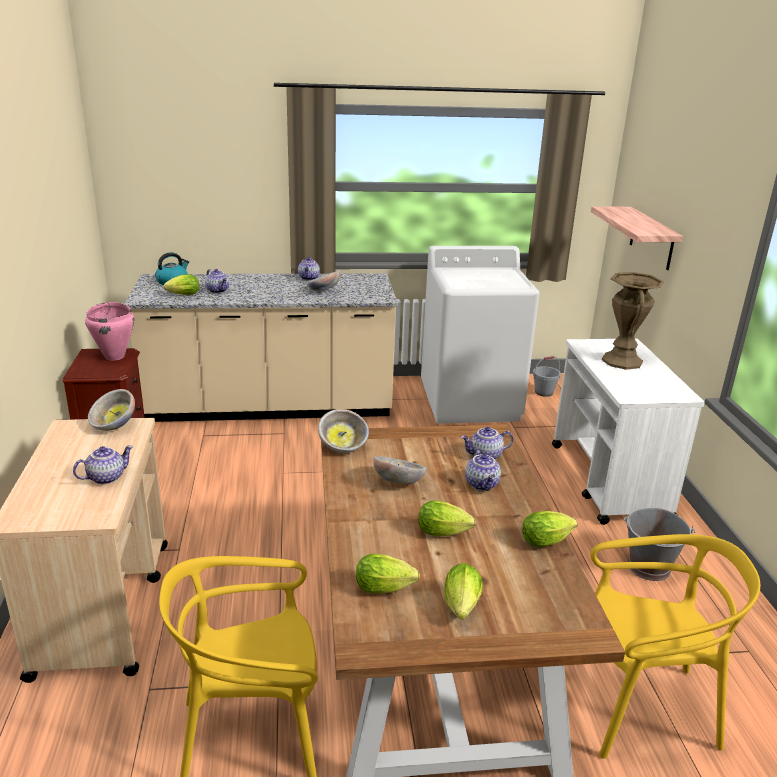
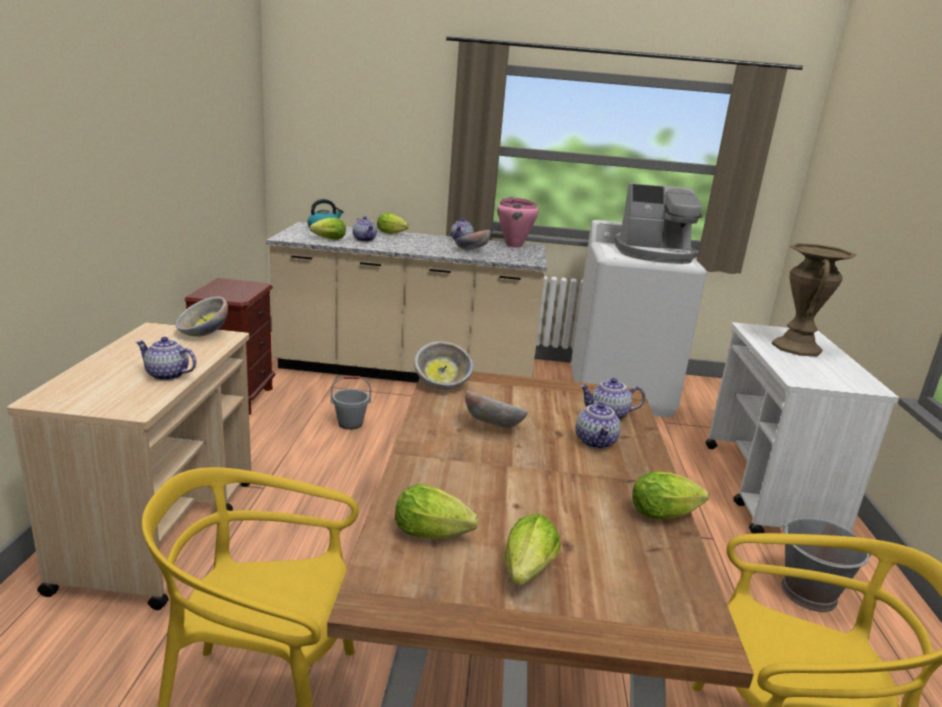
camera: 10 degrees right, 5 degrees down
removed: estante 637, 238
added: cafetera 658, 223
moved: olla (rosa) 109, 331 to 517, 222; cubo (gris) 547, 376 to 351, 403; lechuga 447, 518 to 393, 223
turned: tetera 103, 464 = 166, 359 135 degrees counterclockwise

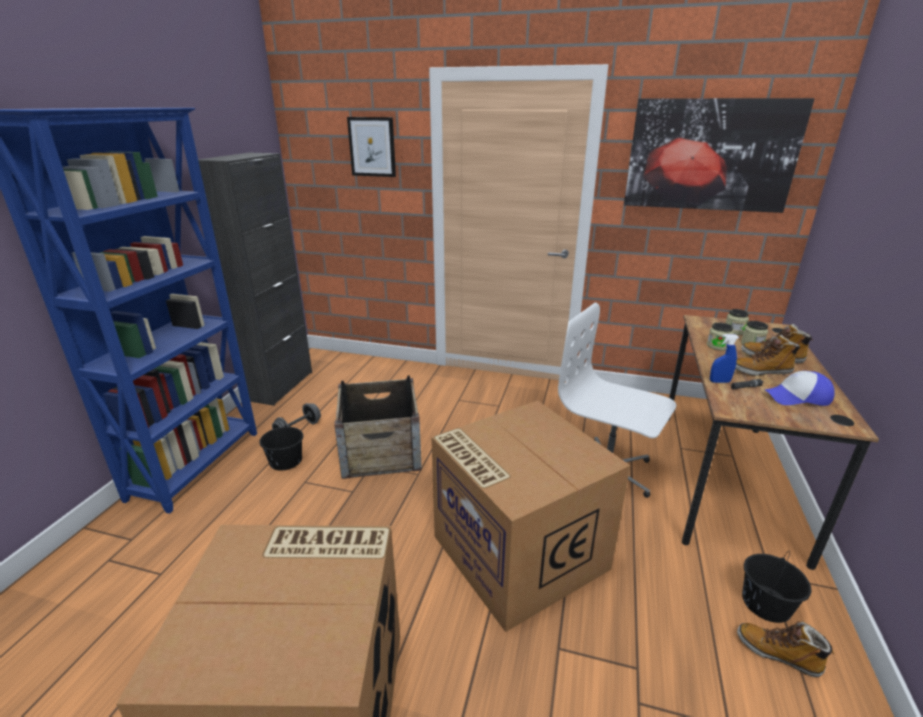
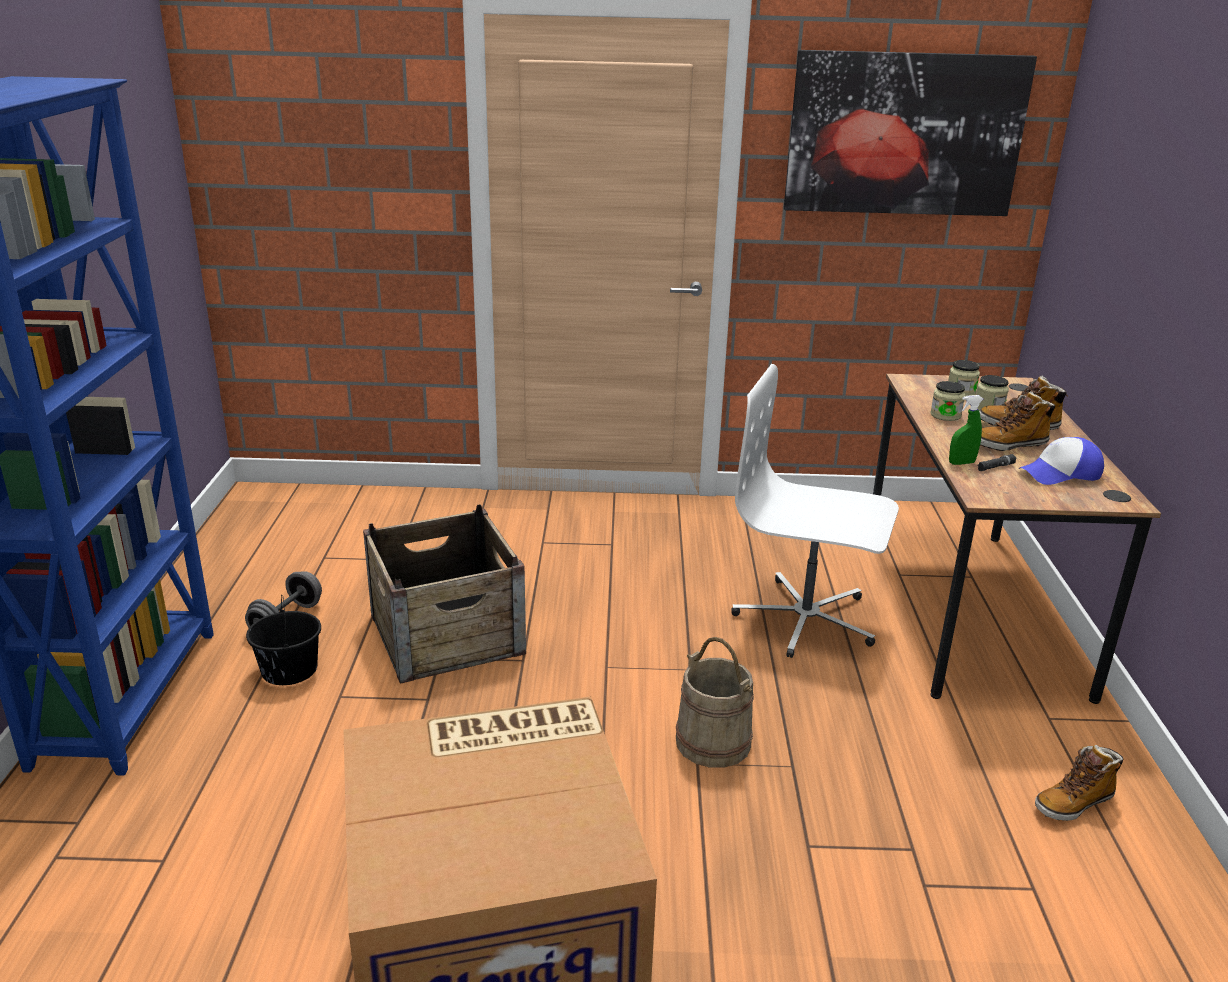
camera: 15 degrees left, 0 degrees up
removed: cuadro 371, 147; armario (negro) 255, 279; cubo (negro) 776, 587
replaced: caja de cartón 530, 516 to cubo (beis) 715, 702
recoloured: pulverizador (azul) 724, 358 to pulverizador (verde) 966, 430
turned: bota 786, 649 = 1079, 783 45 degrees counterclockwise

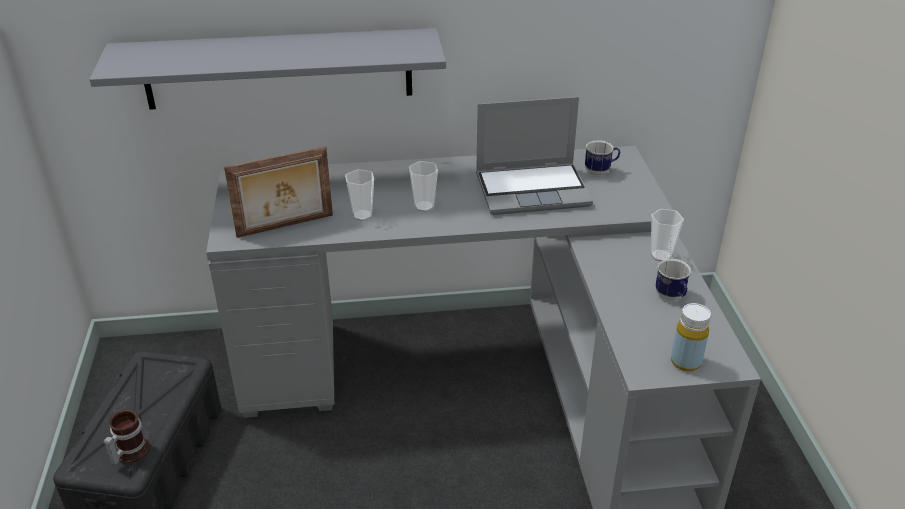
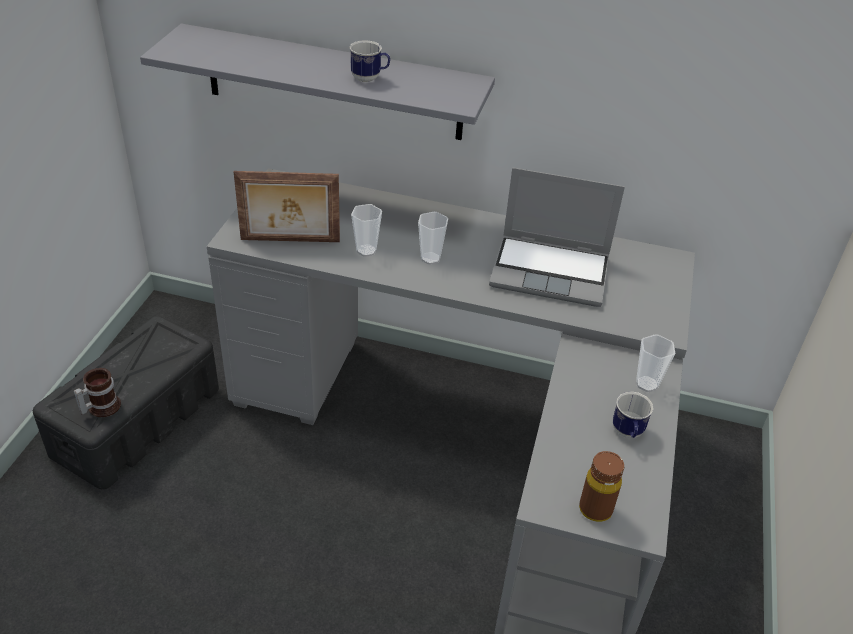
camera: 20 degrees right, 5 degrees up
moved: taza grande 602, 158 to 370, 61
recoloured: botella (amarillo) 691, 337 to botella (marrón) 601, 486

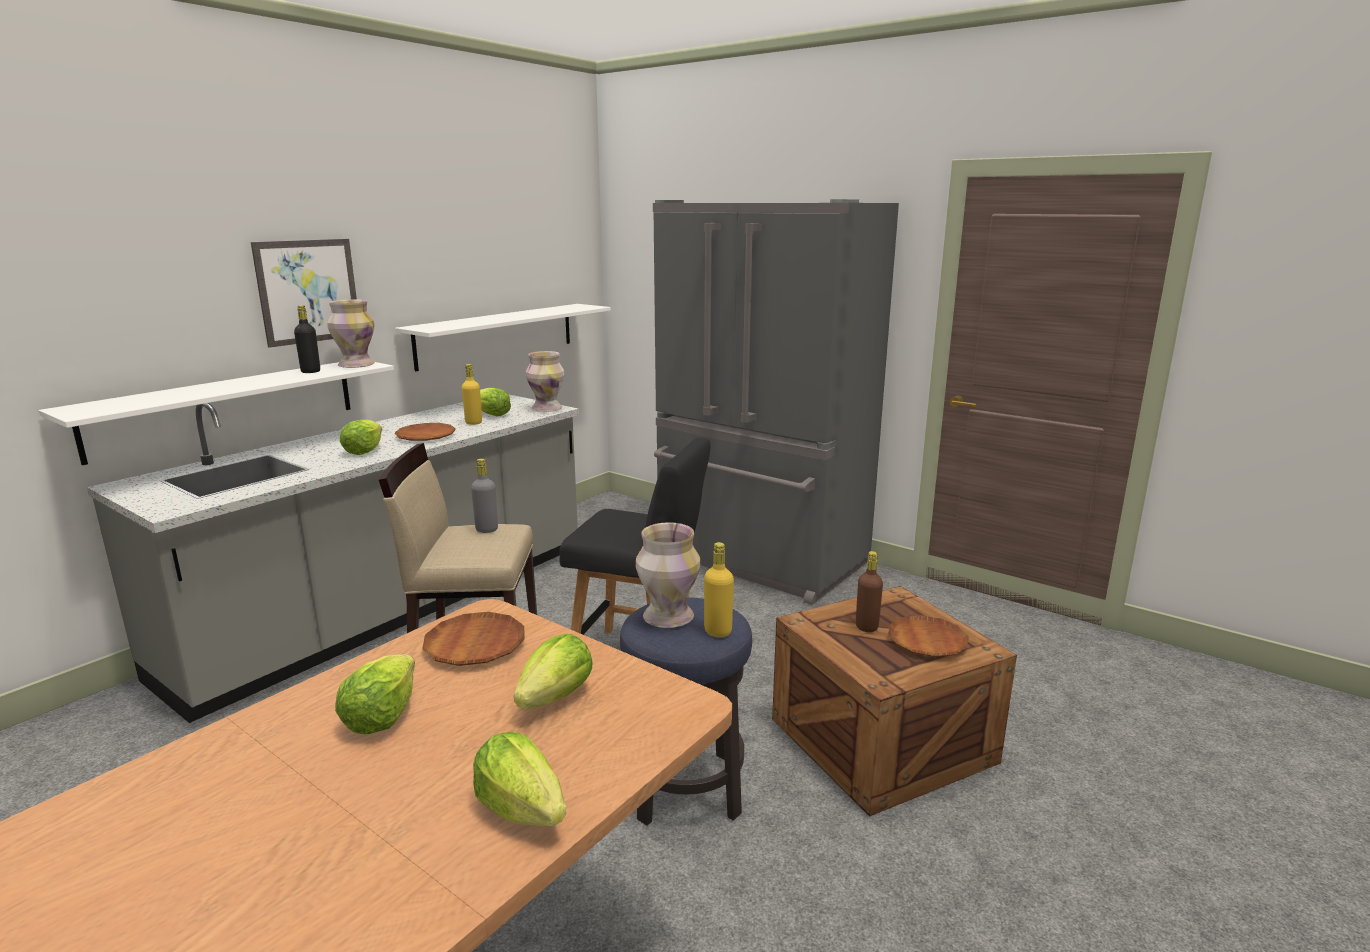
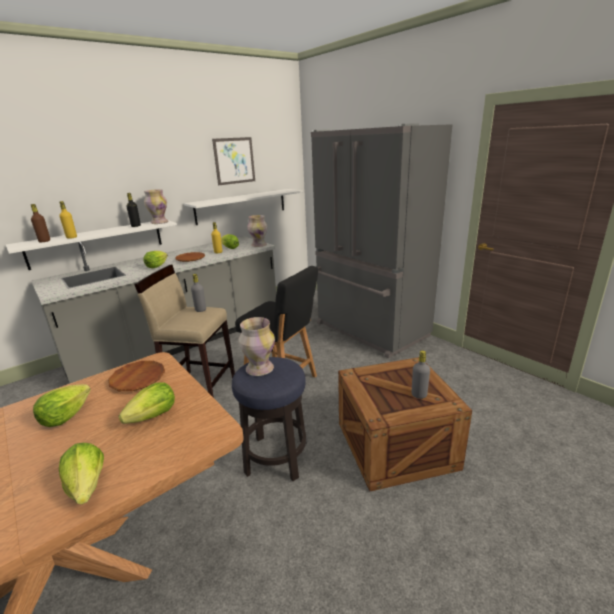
camera: 15 degrees right, 5 degrees up
moved: cuadro 304, 293 to 233, 161; botella (amarillo) 719, 589 to 68, 220; botella (marrón) 869, 591 to 40, 223
replaced: plato (marrón) 928, 636 to botella (gris) 421, 374

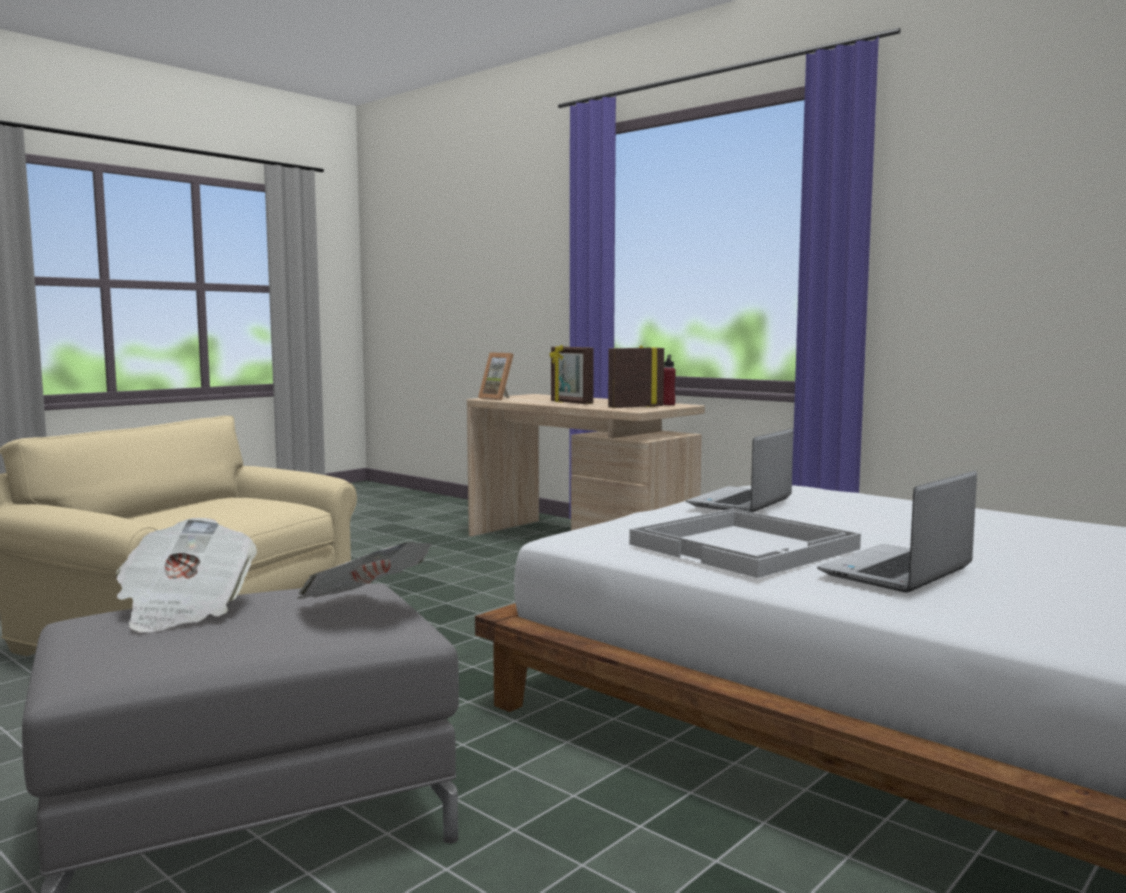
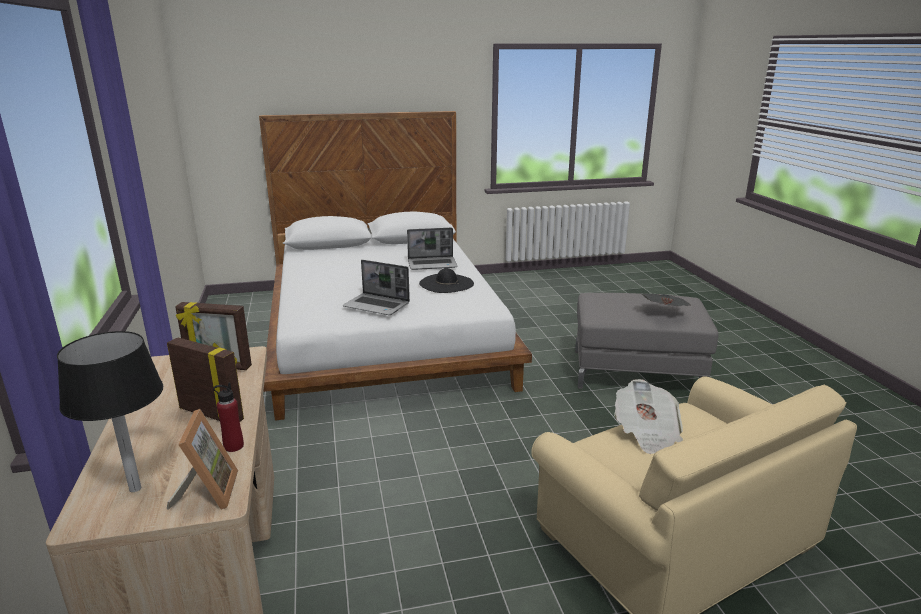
camera: 145 degrees left, 15 degrees up
added: lámpara de mesa (negro) 110, 411
moved: botella (rojo) 669, 380 to 228, 417; periódico 364, 570 to 648, 416
replaced: bandeja (blanco) 745, 543 to sombrero (negro) 446, 280
turned: portarretratos 572, 374 = 205, 379 60 degrees counterclockwise; portátil 739, 470 = 376, 287 45 degrees clockwise

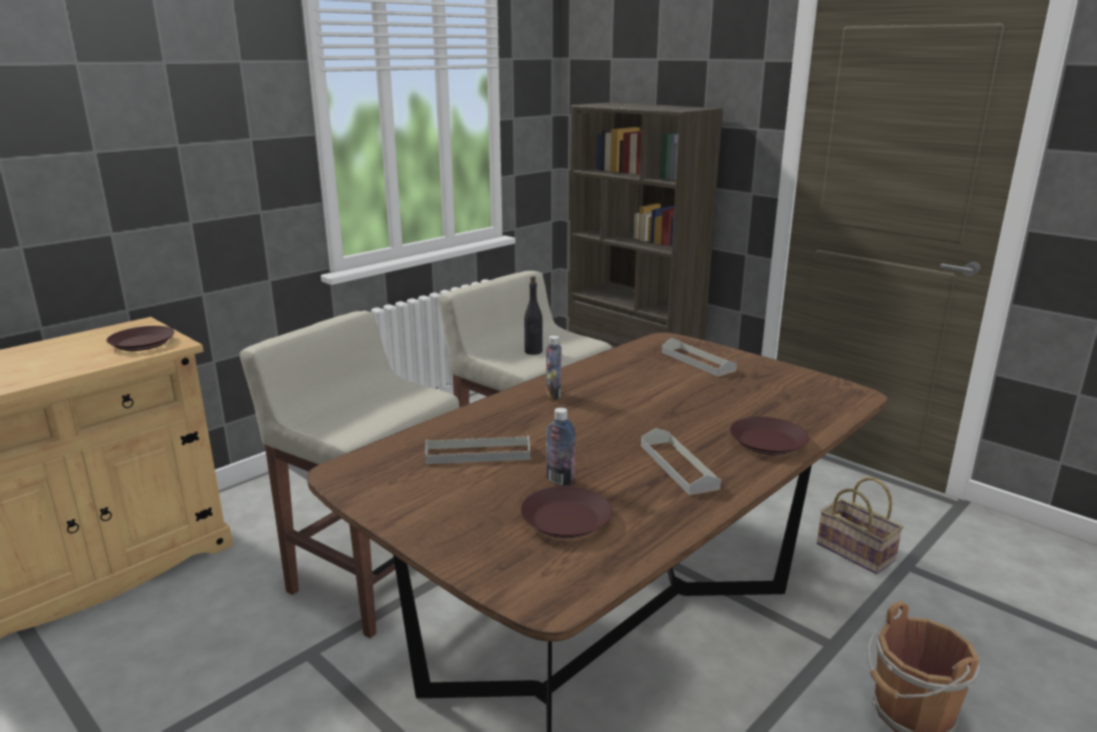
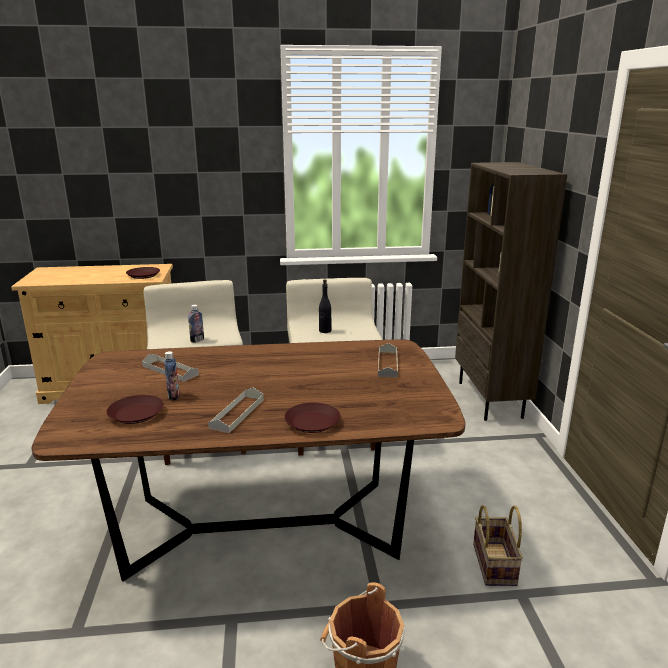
camera: 40 degrees right, 0 degrees up
moved: botella 553, 367 to 196, 324

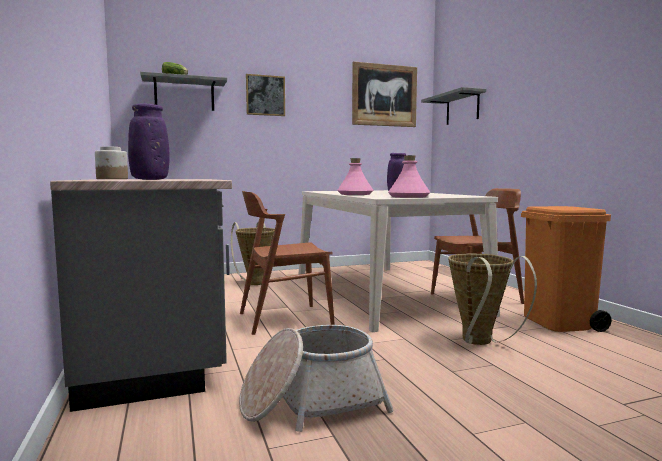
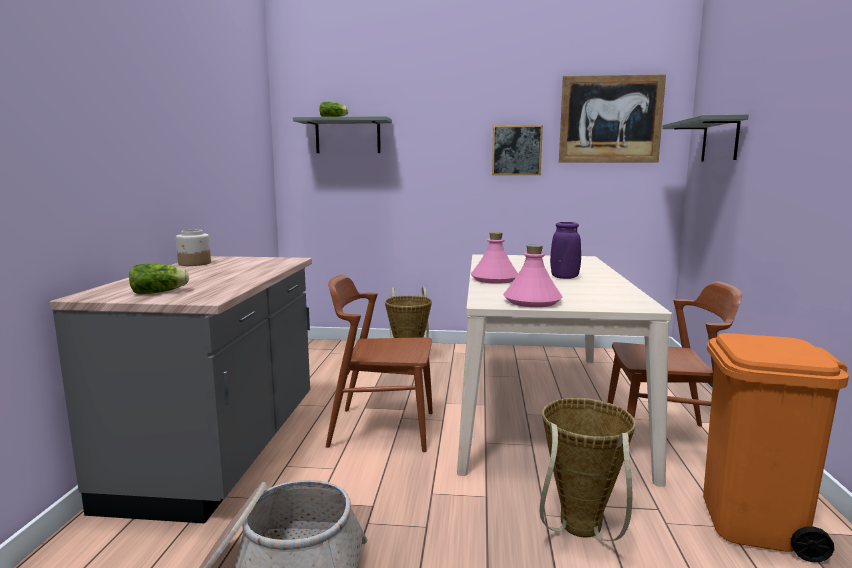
camera: 25 degrees right, 5 degrees up
moved: cuadro 265, 95 to 517, 150
replaced: florero (morado) 149, 141 to lechuga 159, 279

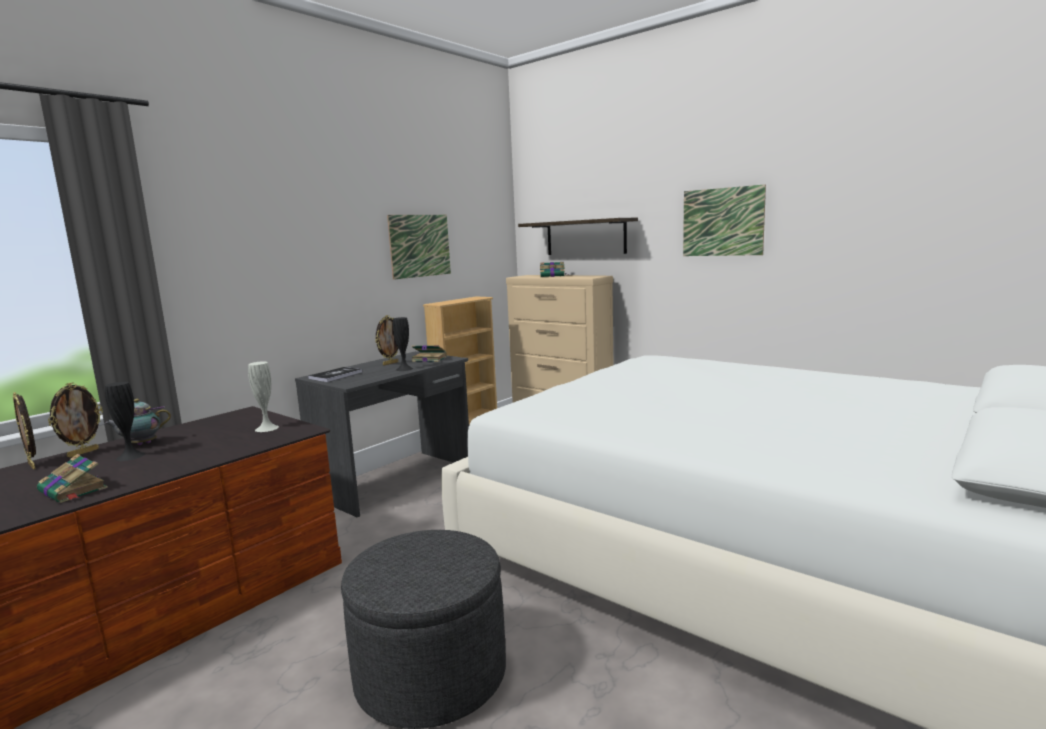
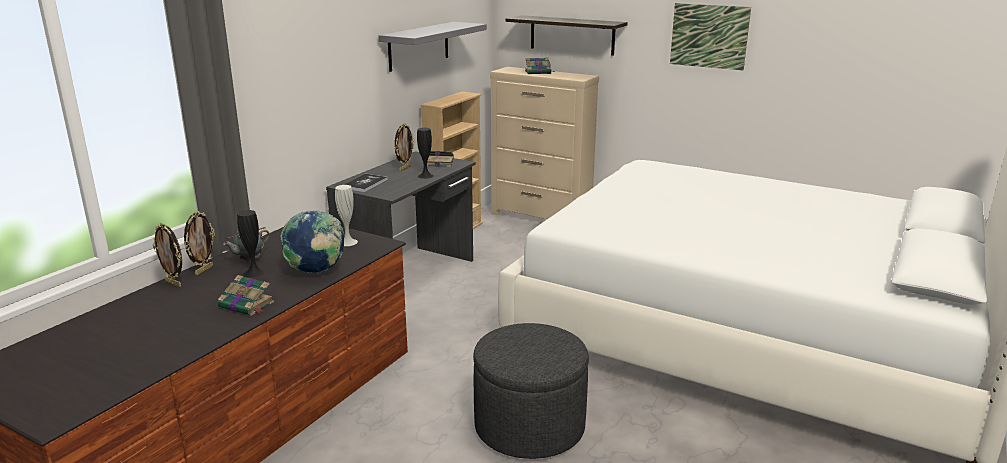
camera: 10 degrees left, 10 degrees up
added: globo terráqueo 313, 242
replaced: cuadro 419, 247 to estante (gris) 432, 47

